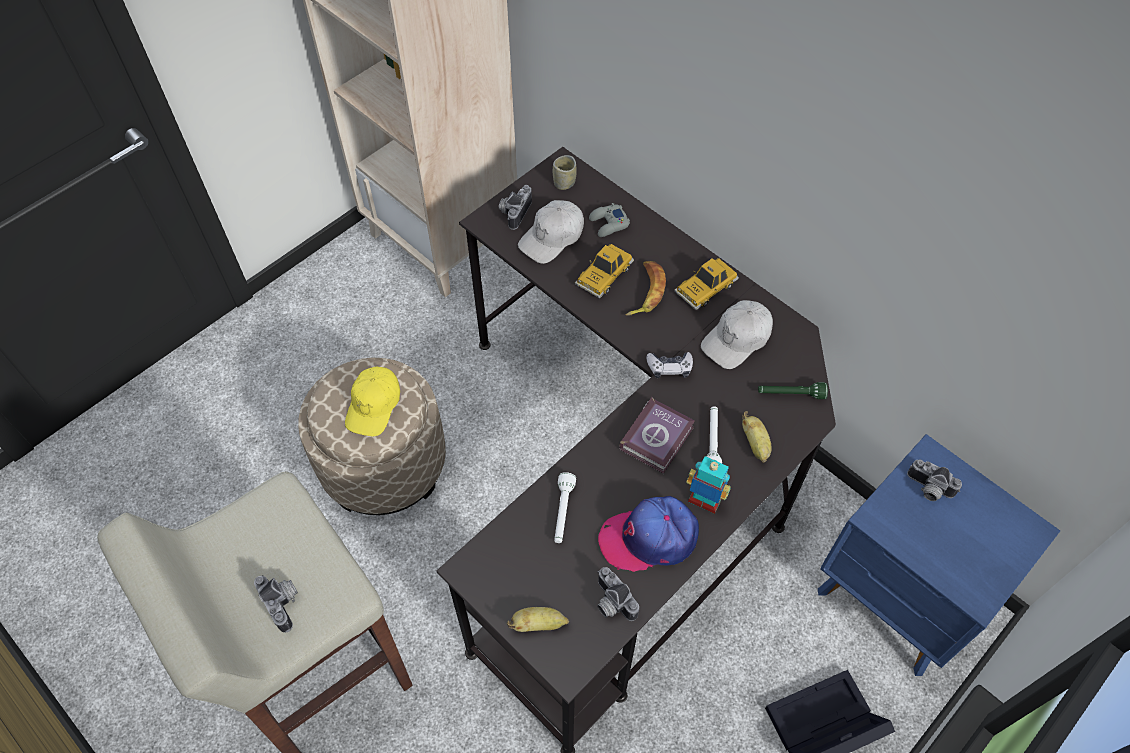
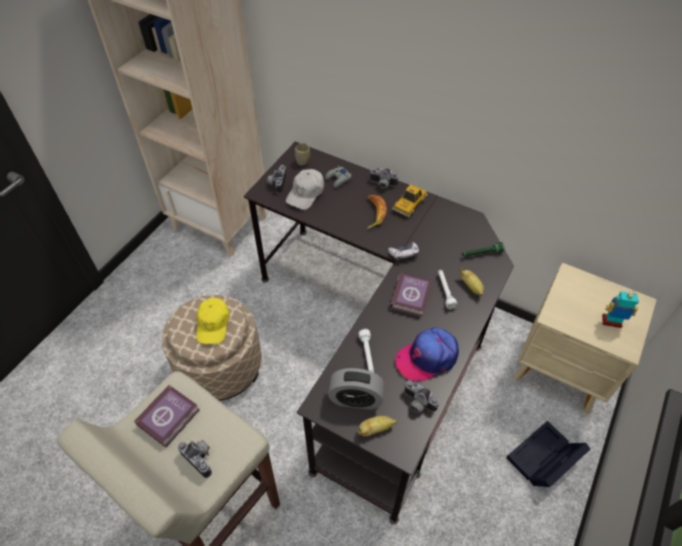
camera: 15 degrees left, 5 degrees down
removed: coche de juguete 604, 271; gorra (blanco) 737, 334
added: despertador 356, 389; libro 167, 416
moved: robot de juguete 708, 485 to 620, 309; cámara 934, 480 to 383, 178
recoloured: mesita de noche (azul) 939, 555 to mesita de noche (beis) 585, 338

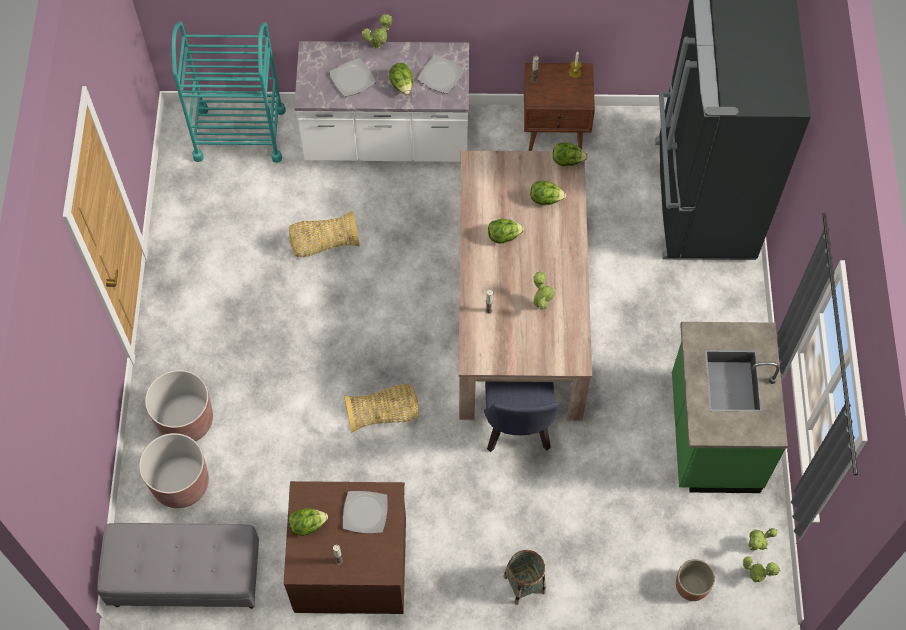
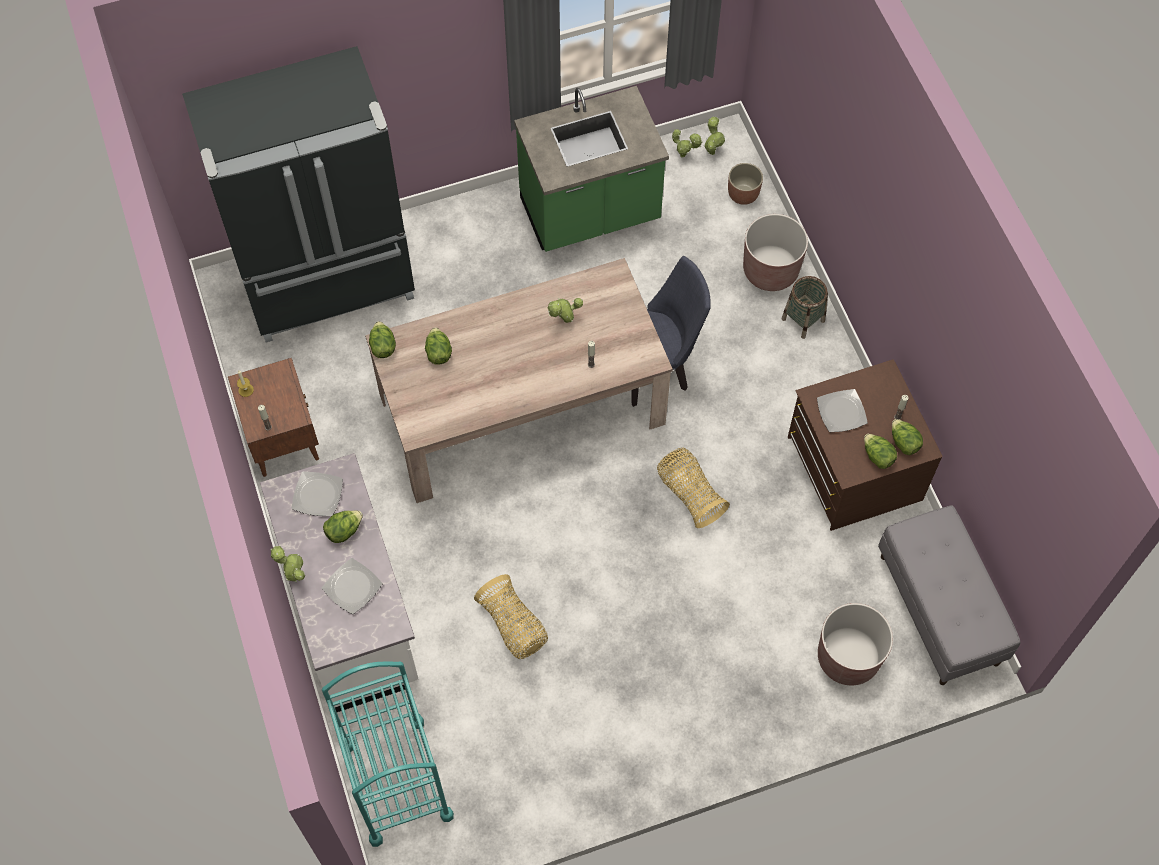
camera: 110 degrees left, 0 degrees up
moved: lechuga 506, 231 to 907, 437; maceta (marrón) 179, 405 to 775, 252

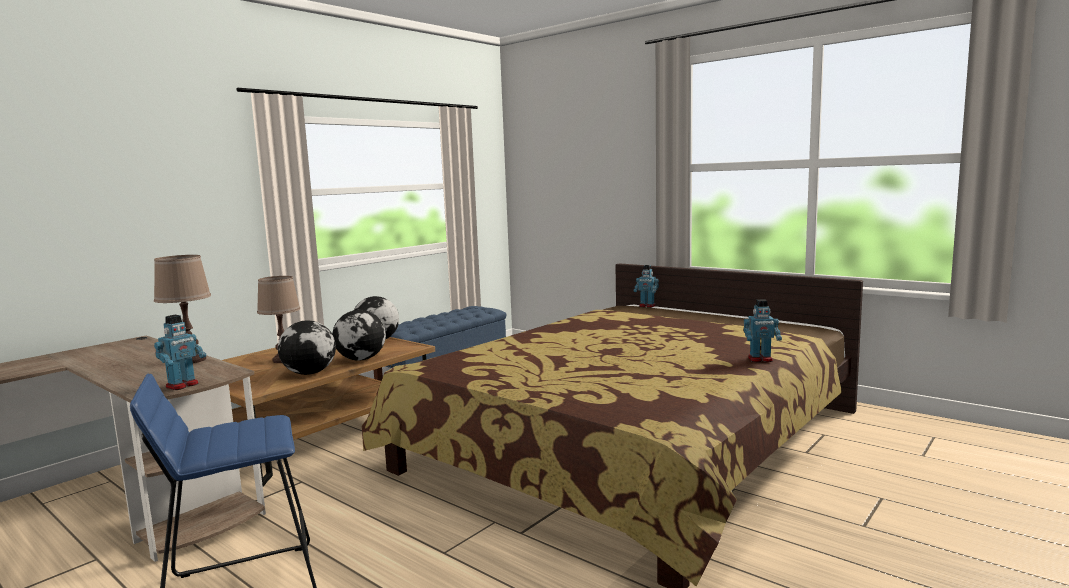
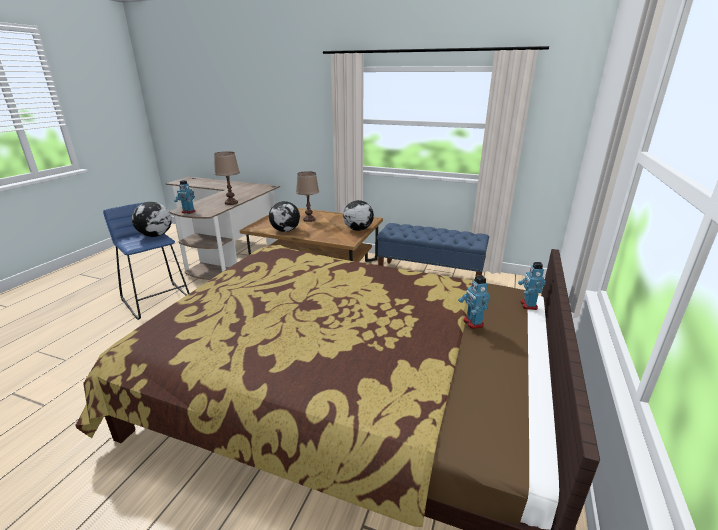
camera: 70 degrees right, 15 degrees up
moved: robot de juguete 763, 330 to 474, 302; globo terráqueo 359, 335 to 152, 219

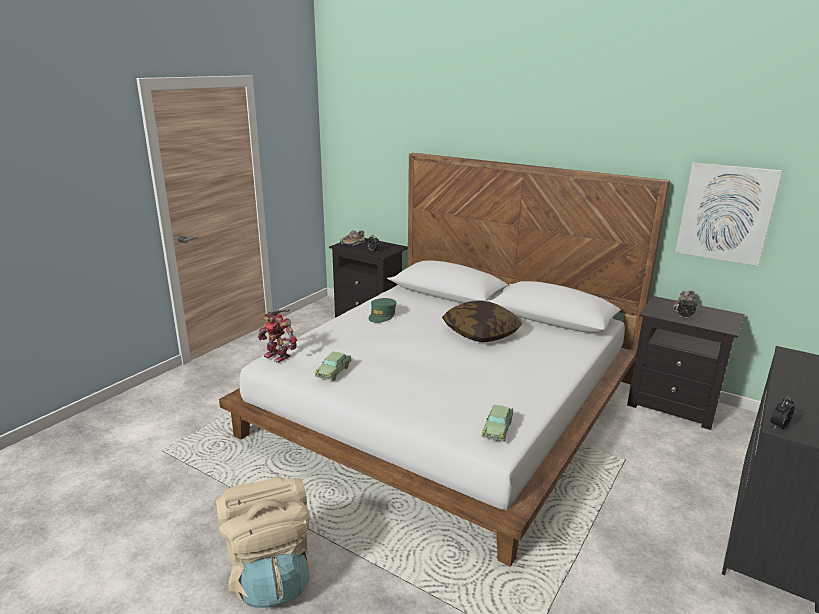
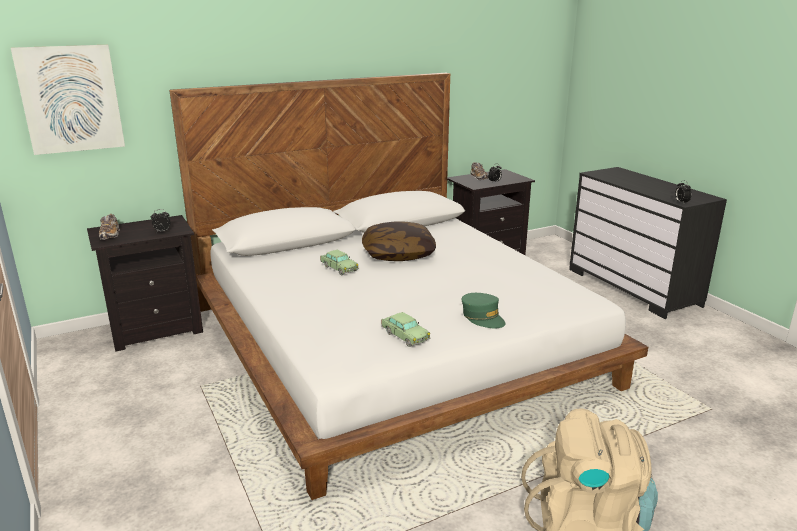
camera: 60 degrees left, 0 degrees up
removed: robot de juguete 277, 336
moved: cuadro 729, 214 to 68, 100; gorra (verde) 382, 310 to 484, 310; coche de juguete 497, 423 to 339, 262

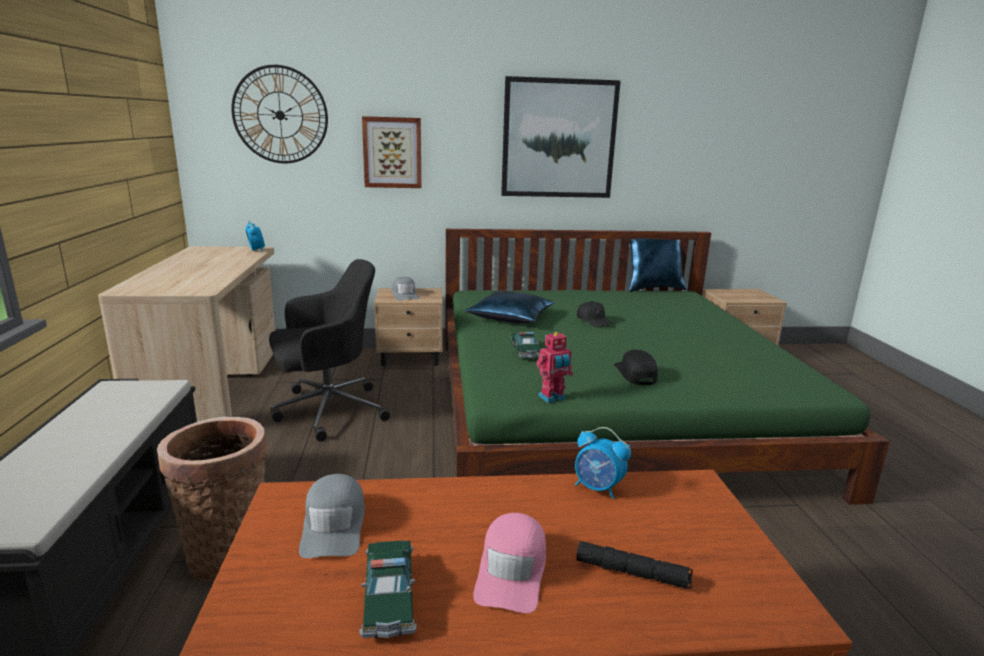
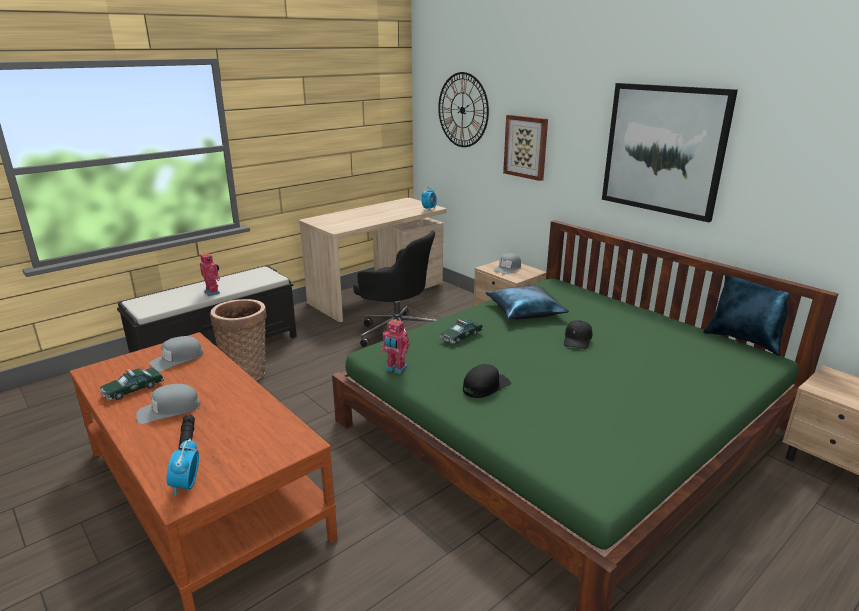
camera: 55 degrees right, 5 degrees up
added: robot de juguete 210, 274
moved: despertador 603, 463 to 182, 467
recoloured: gorra (rosa) 509, 563 to gorra (gris) 168, 404

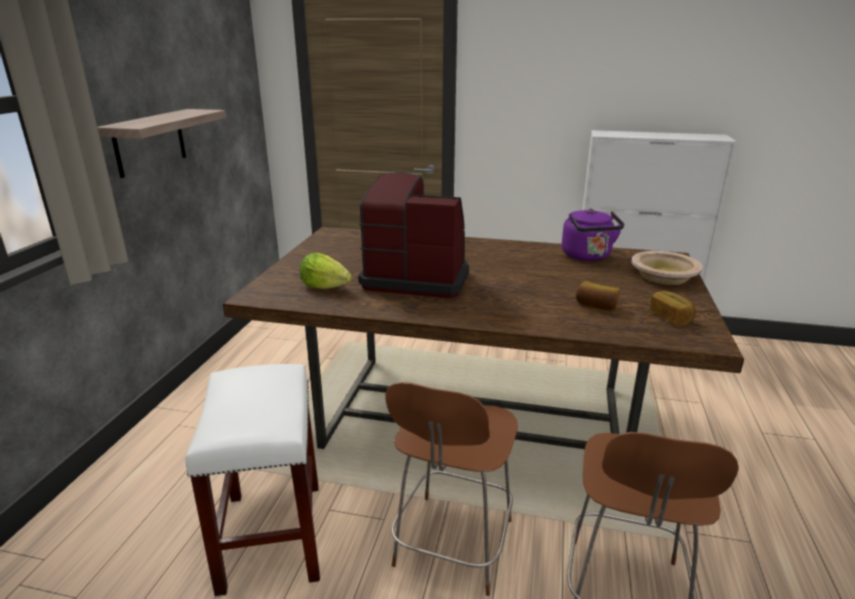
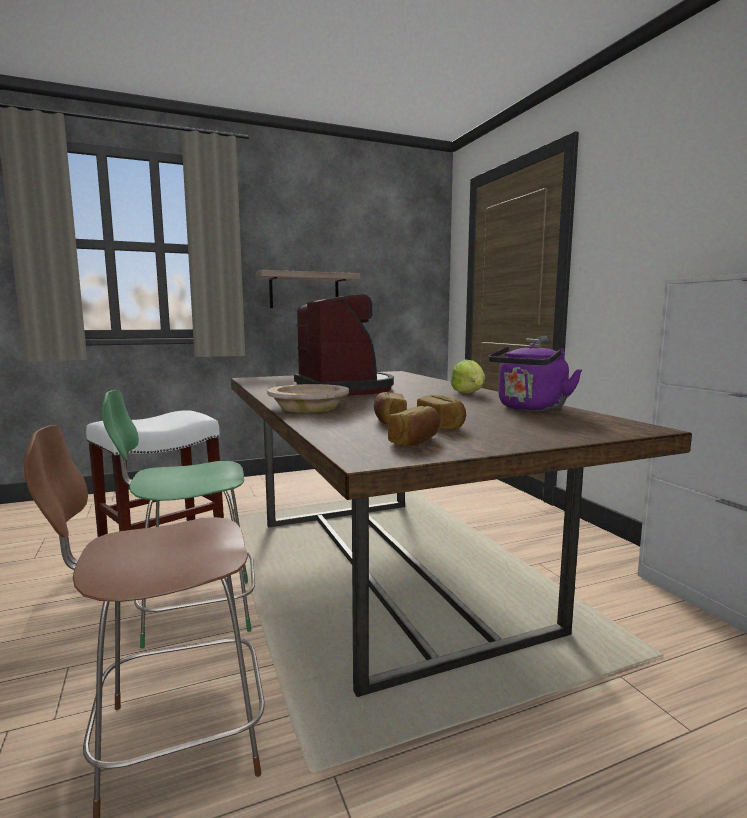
camera: 55 degrees right, 15 degrees down
added: pan 441, 412
moved: cuenco (beis) 667, 268 to 308, 398; lechuga 326, 271 to 468, 376
recoloured: silla (marrón) 451, 489 to silla (verde) 178, 519

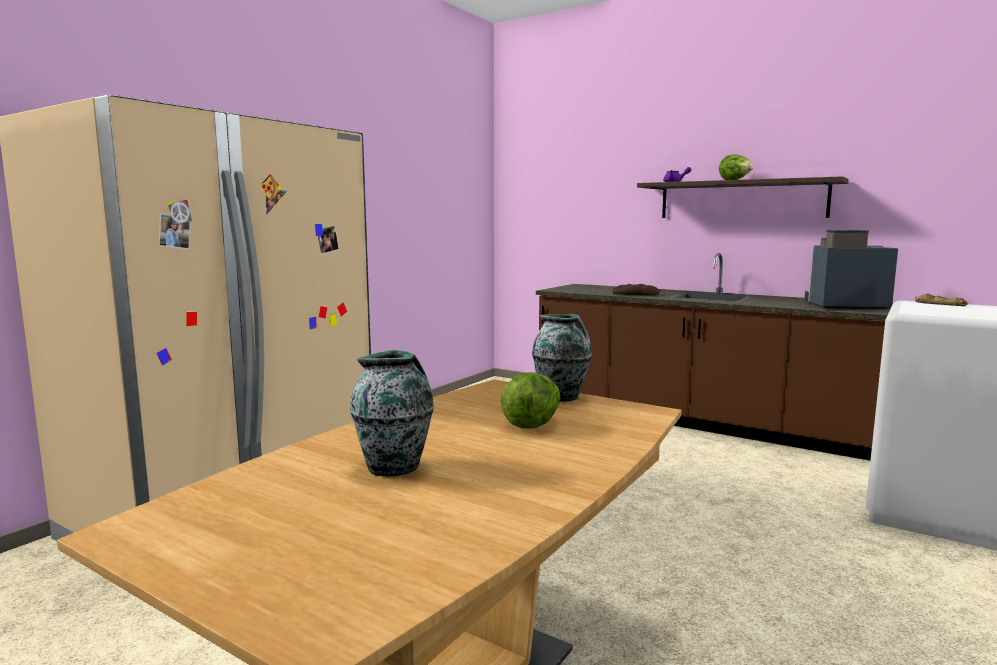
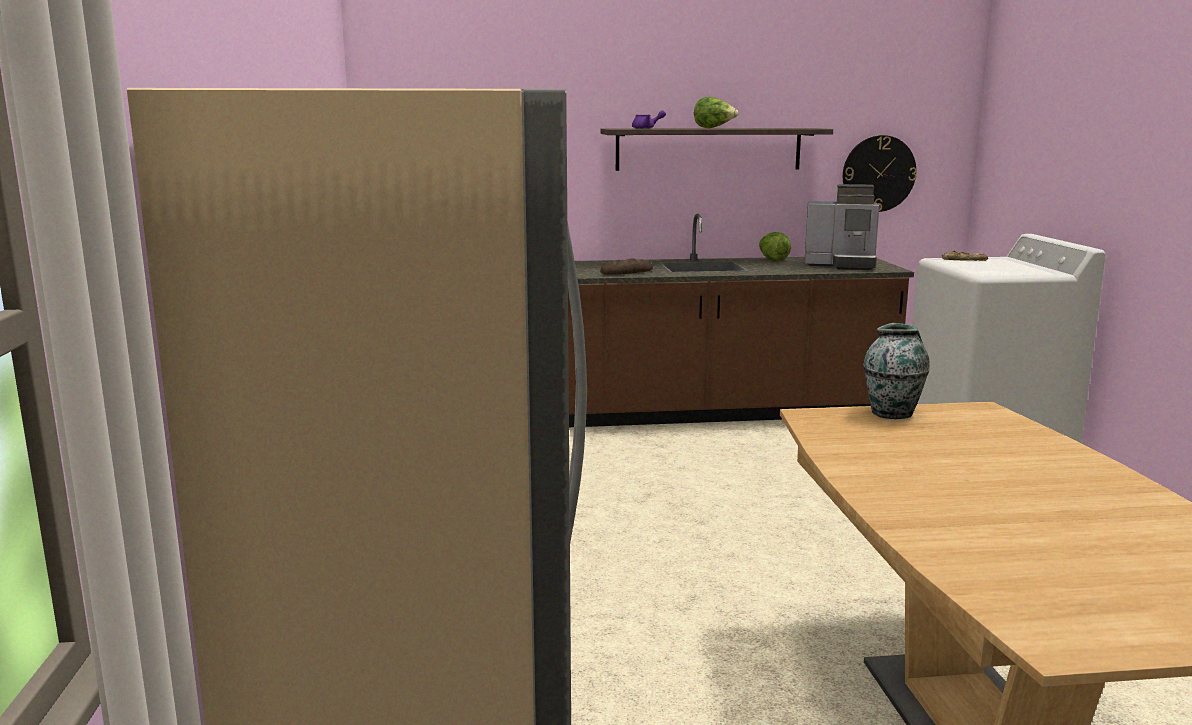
camera: 40 degrees left, 5 degrees up
removed: florero 392, 413
added: reloj de pared 880, 173
moved: lechuga 531, 400 to 775, 246
turned: cafetera 851, 269 = 842, 227 135 degrees counterclockwise

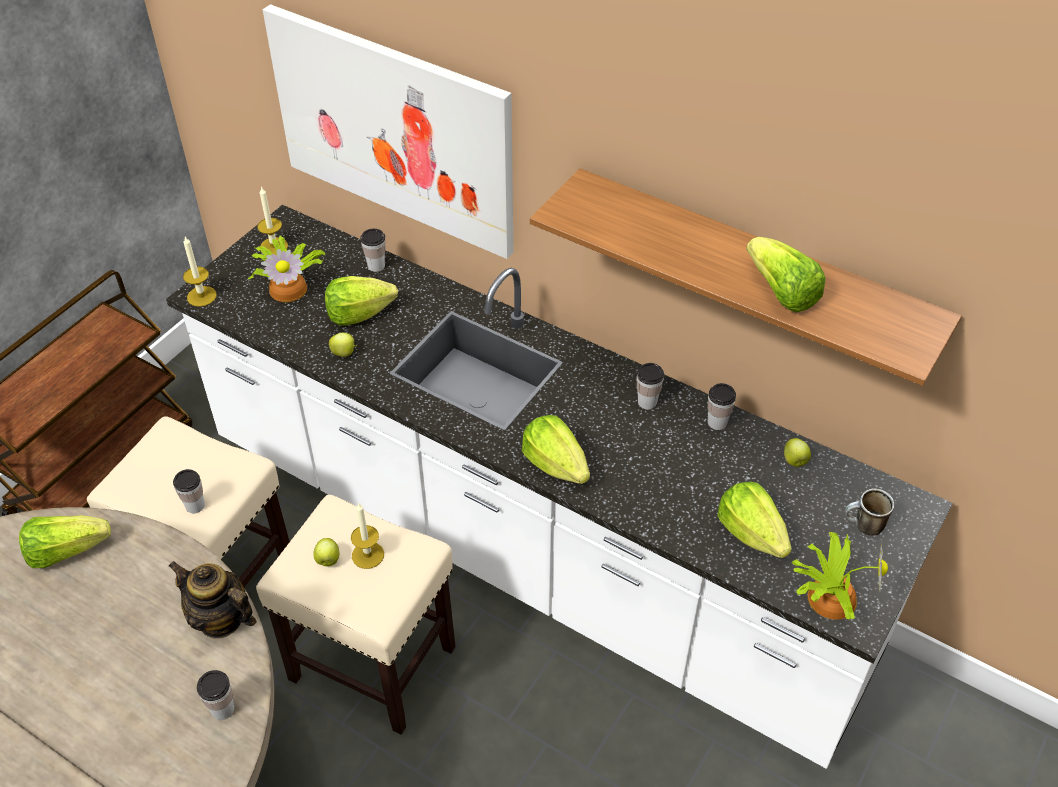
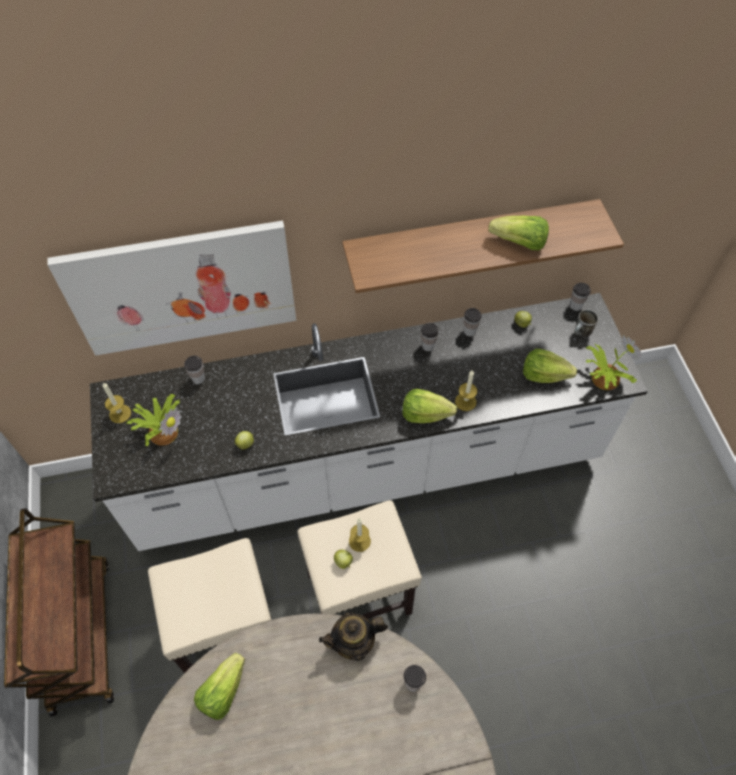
camera: 45 degrees left, 10 degrees up
removed: lechuga 361, 301
moved: vela 200, 272 to 466, 390; taza 189, 491 to 580, 297

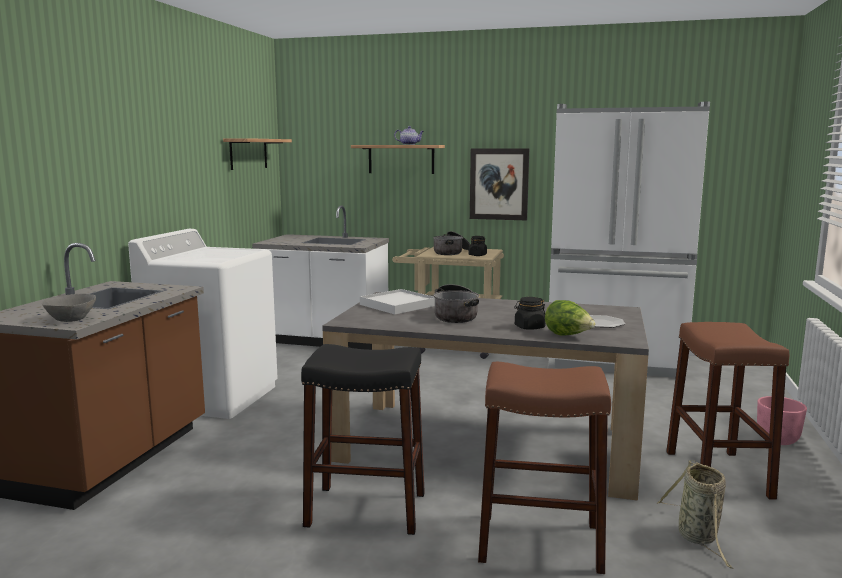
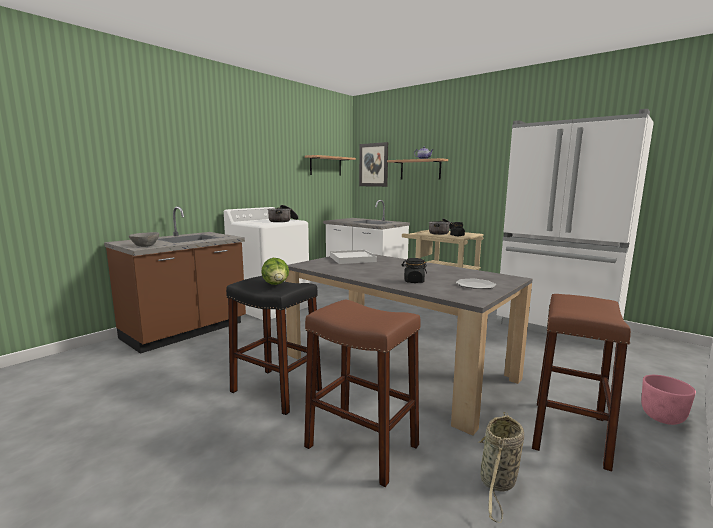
camera: 25 degrees right, 0 degrees up
moved: cuadro 499, 184 to 373, 164; olla 456, 303 to 283, 213; lechuga 570, 317 to 275, 271

